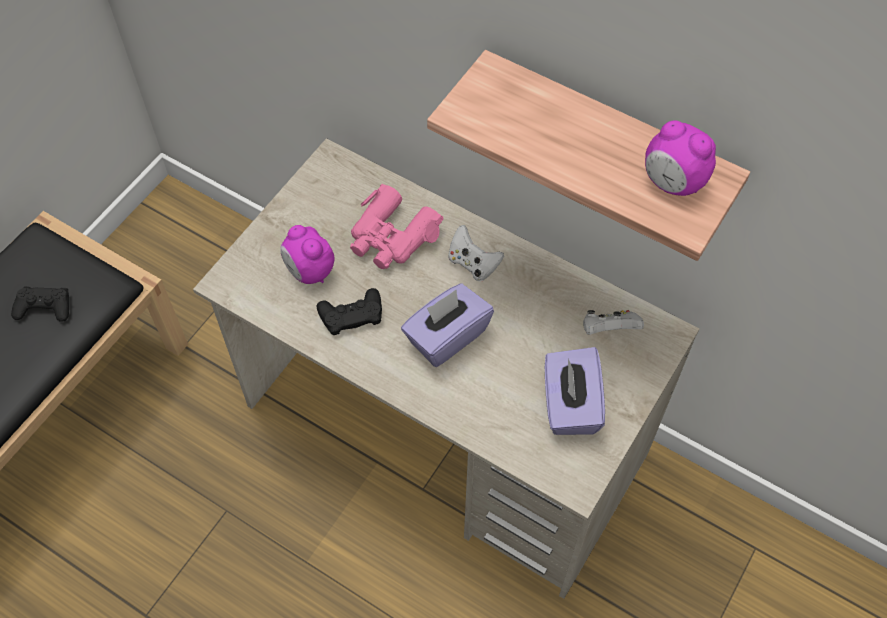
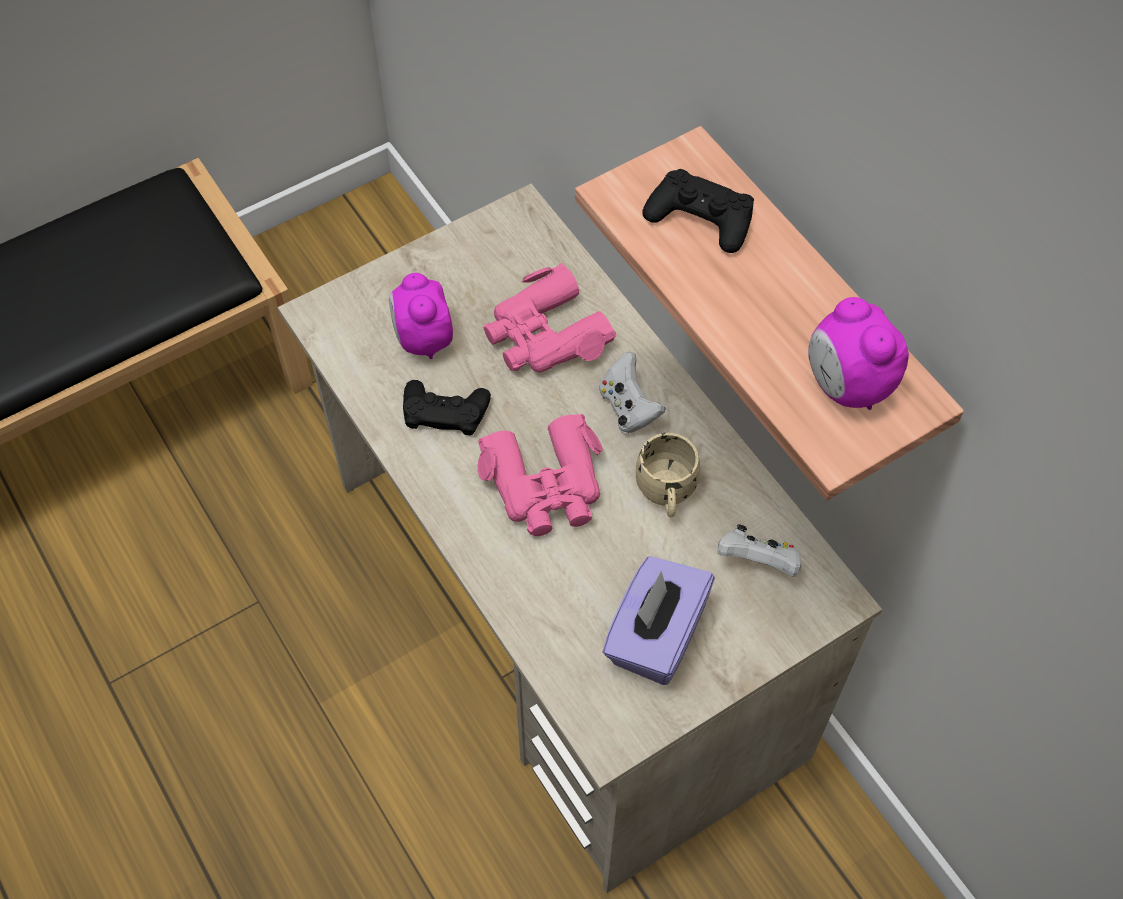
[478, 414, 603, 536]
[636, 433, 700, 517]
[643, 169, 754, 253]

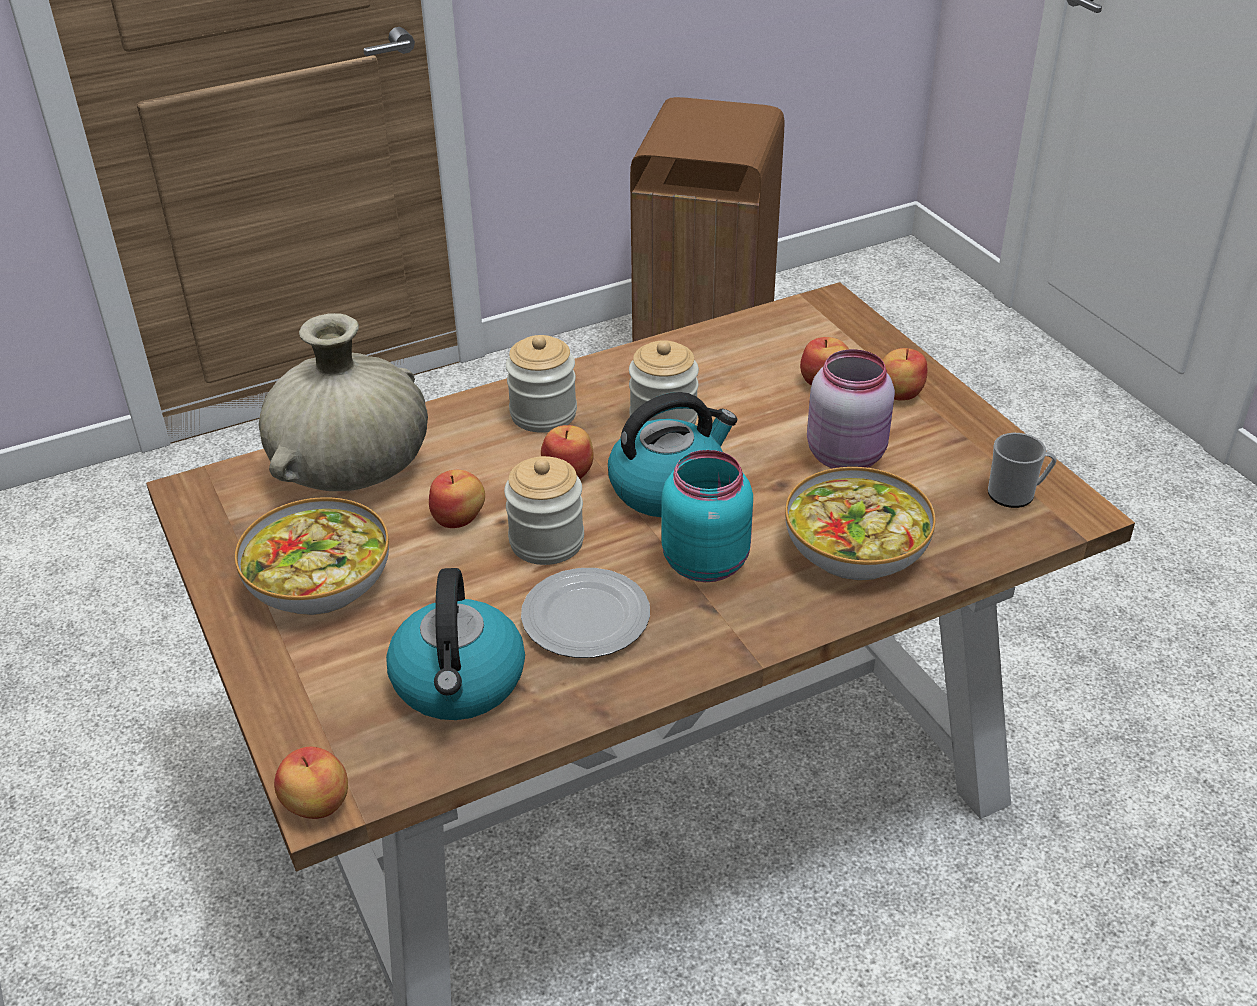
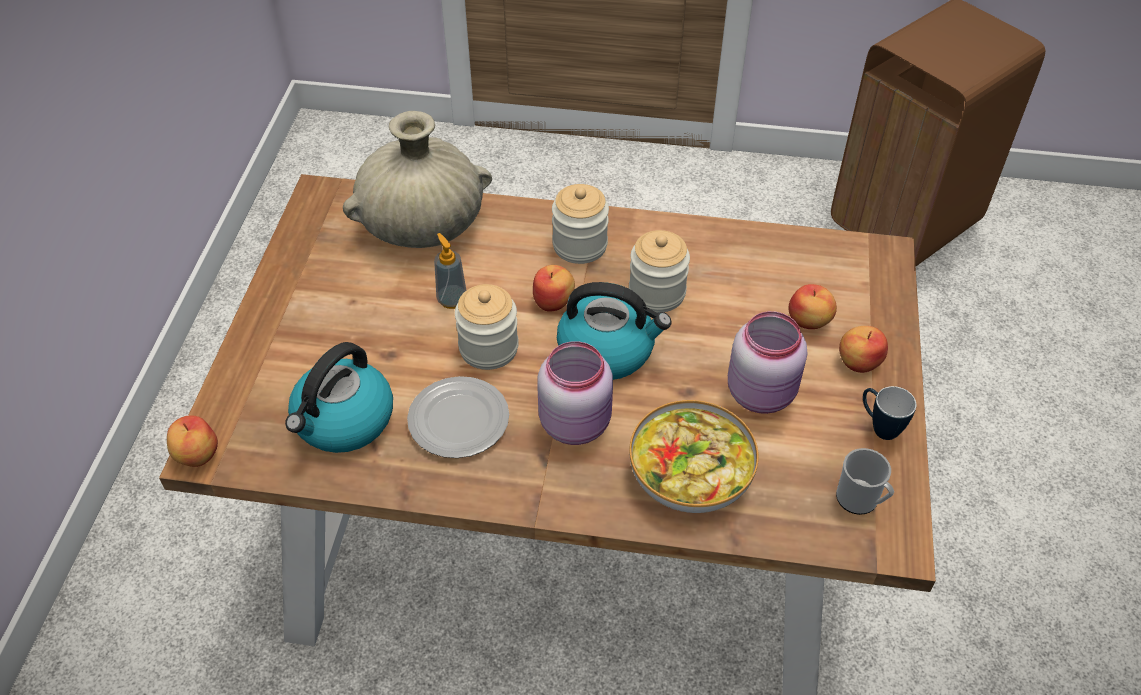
[434, 233, 466, 309]
[537, 341, 613, 445]
[863, 386, 916, 440]
[235, 497, 389, 615] (first image)

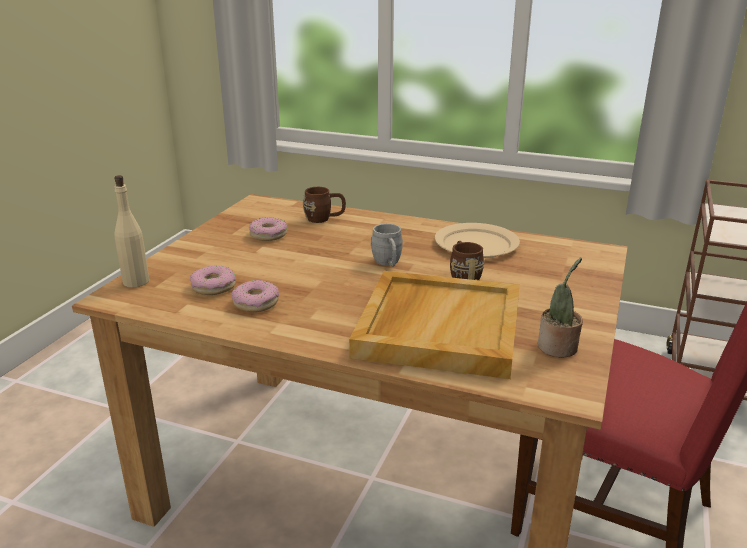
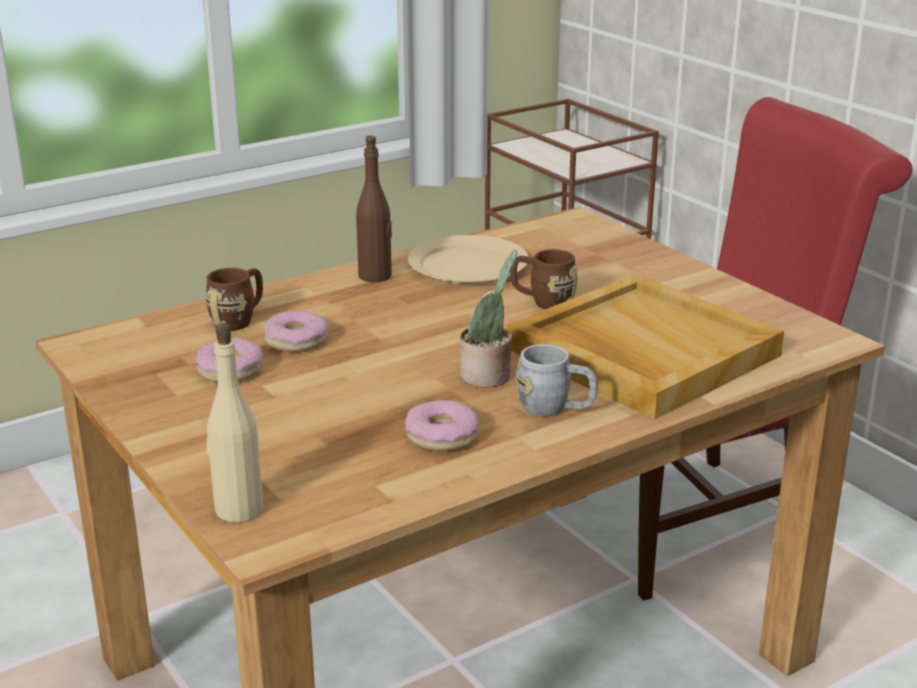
[264, 310, 329, 352]
[356, 136, 392, 282]
[460, 250, 517, 388]
[516, 344, 598, 417]

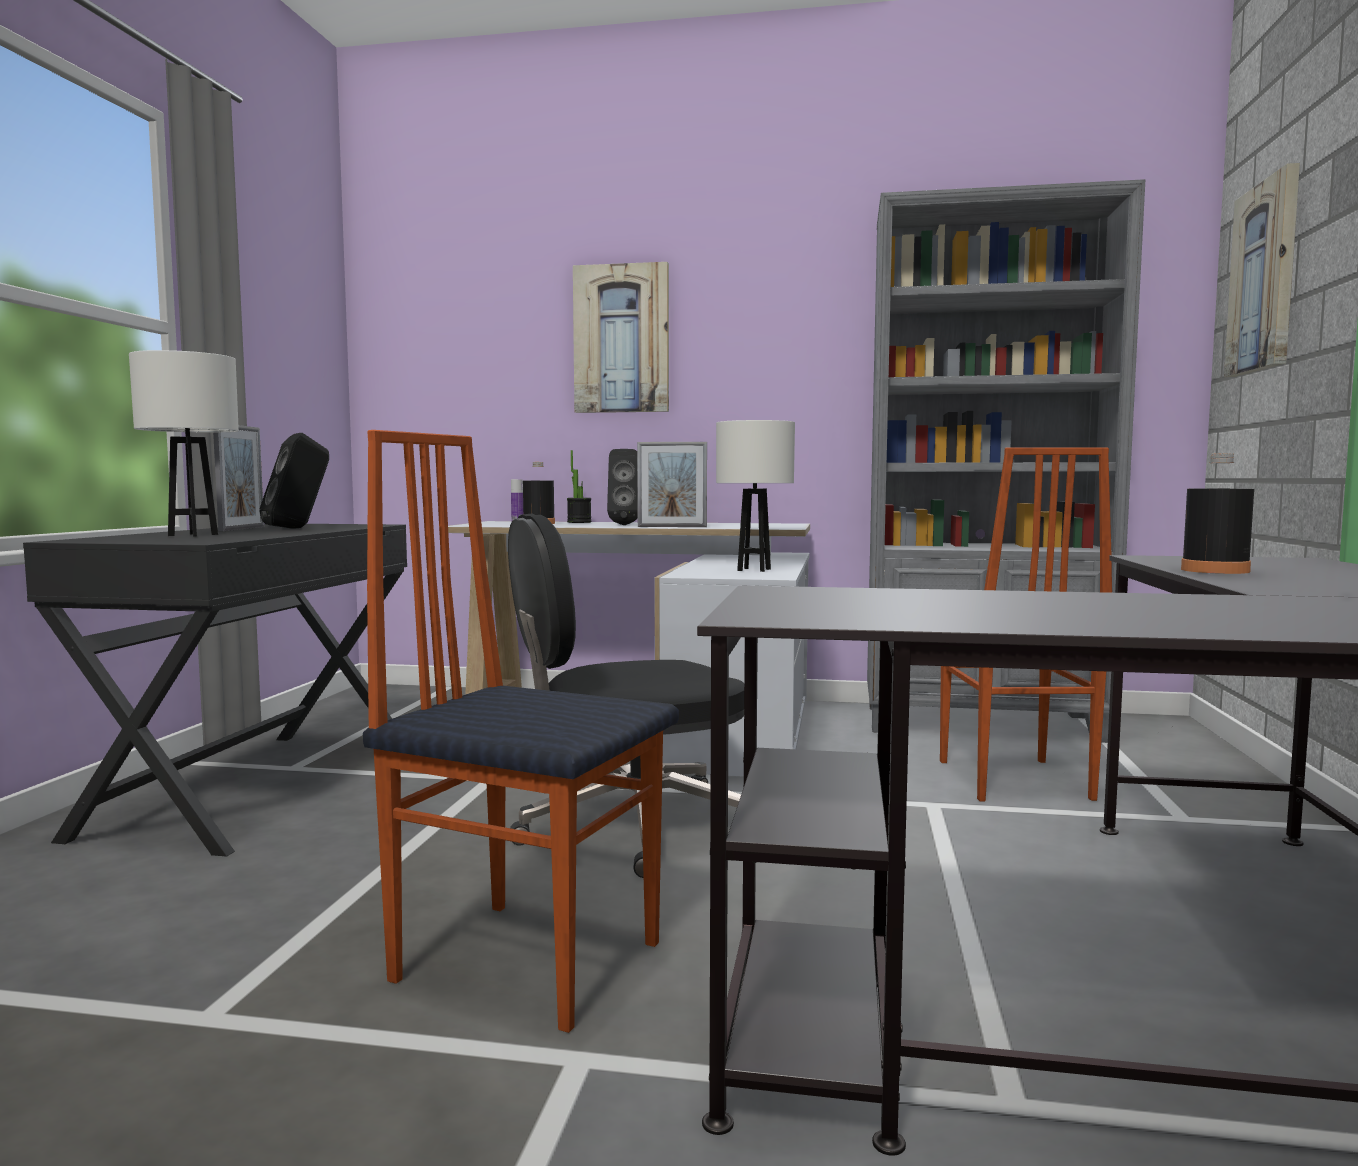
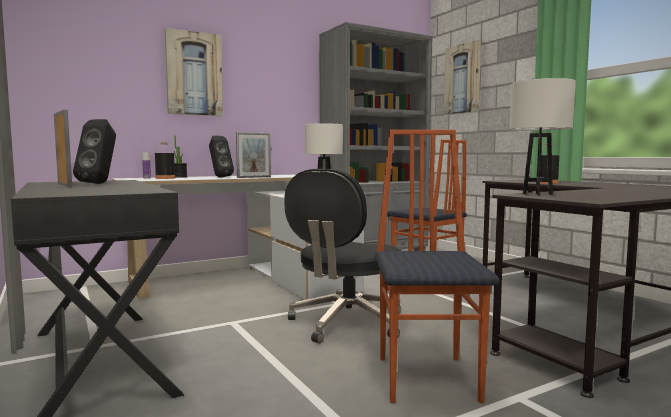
[375, 130, 499, 403]
[510, 78, 576, 196]

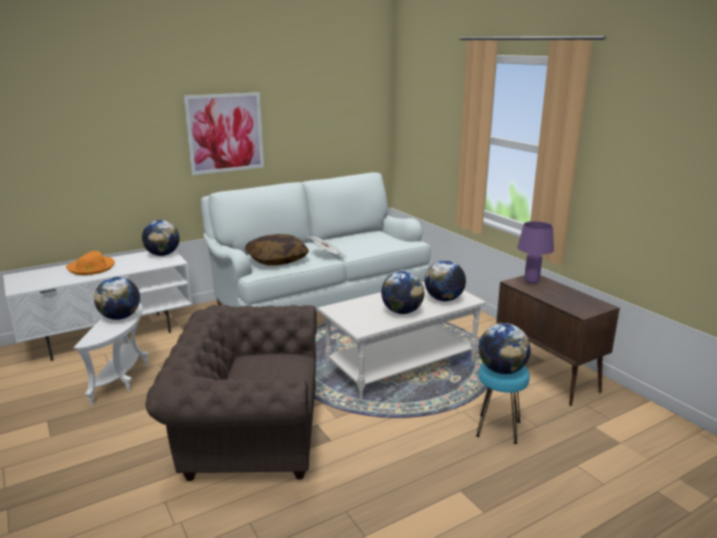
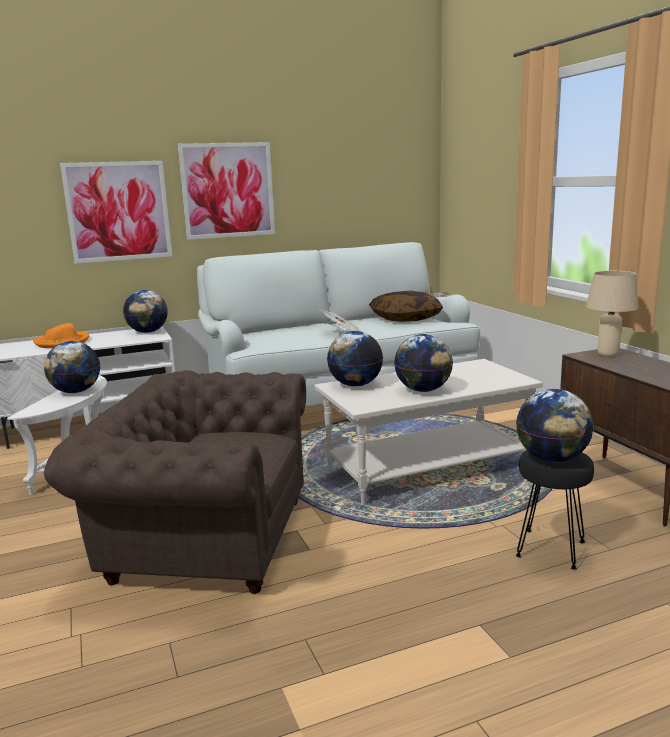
[60, 161, 172, 264]
[327, 331, 383, 386]
[369, 291, 443, 322]
[516, 450, 594, 570]
[586, 271, 639, 357]

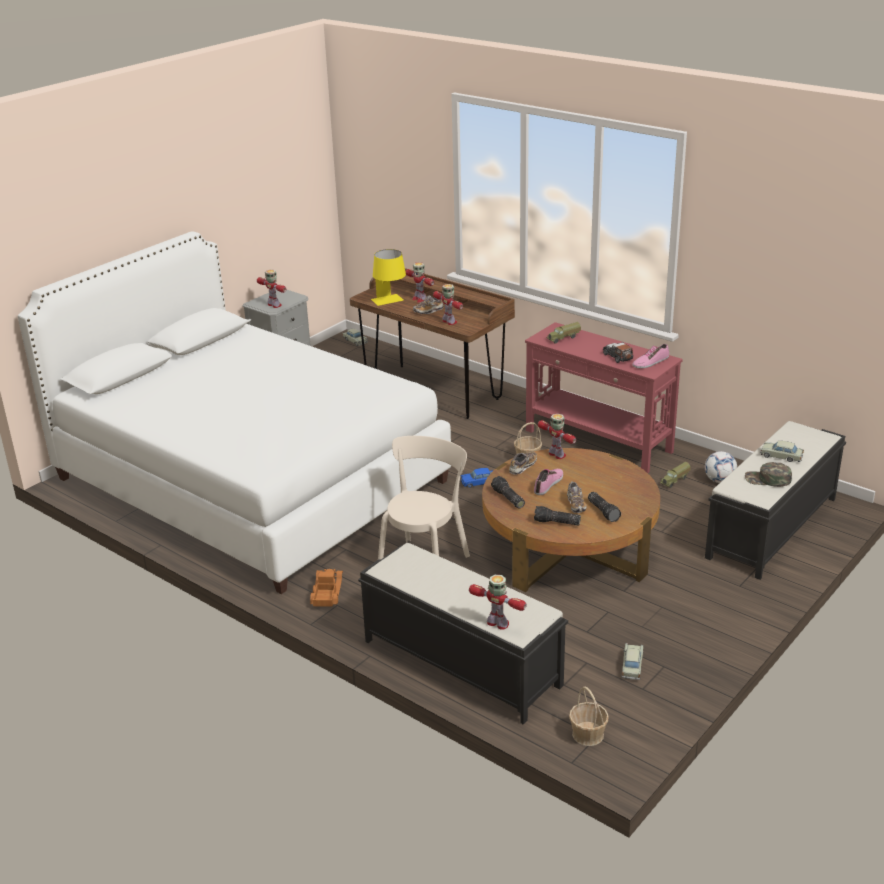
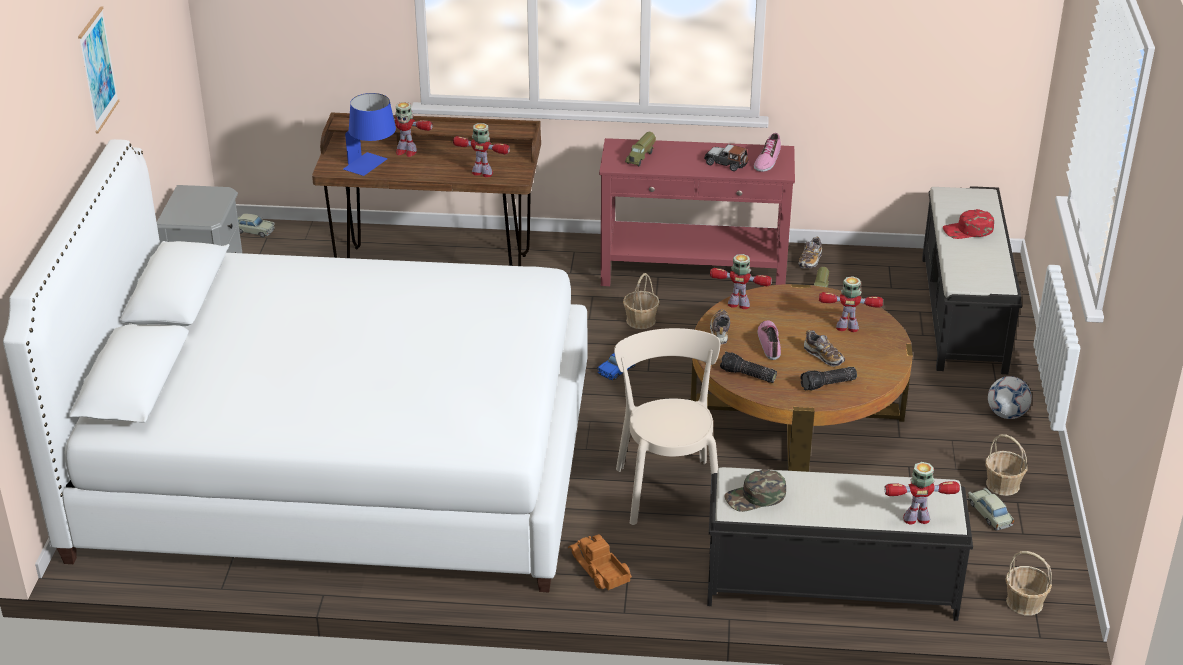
[78, 6, 119, 133]
[343, 93, 396, 176]
[725, 469, 786, 512]
[799, 237, 822, 268]
[819, 276, 883, 332]
[943, 209, 994, 239]
[985, 434, 1027, 496]
[988, 376, 1032, 419]
[588, 492, 621, 522] (first image)

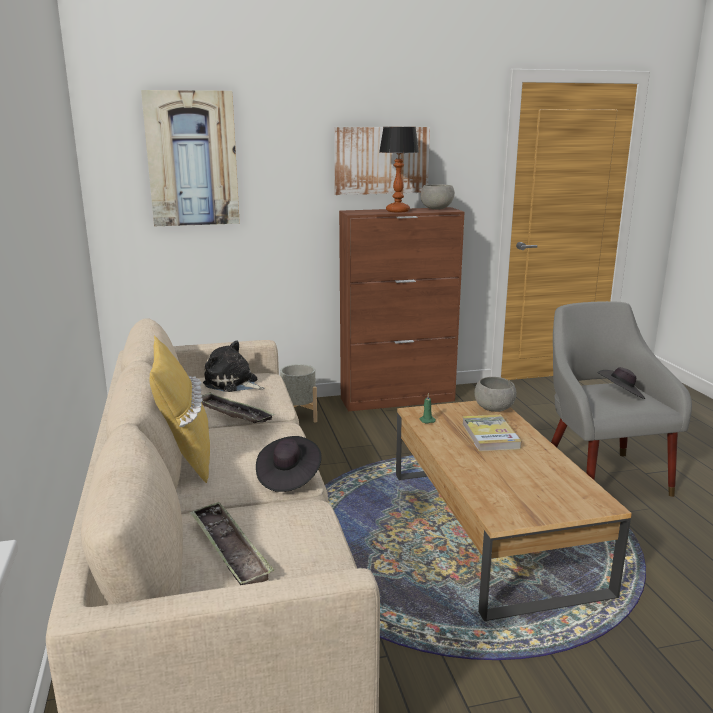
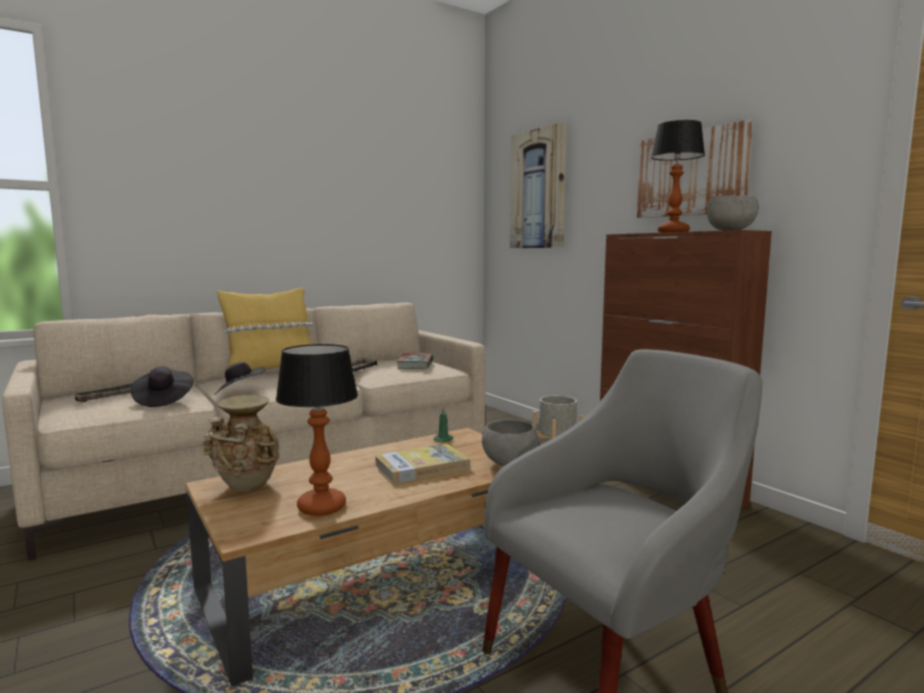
[131, 366, 193, 407]
[201, 395, 280, 492]
[276, 344, 358, 516]
[396, 353, 434, 369]

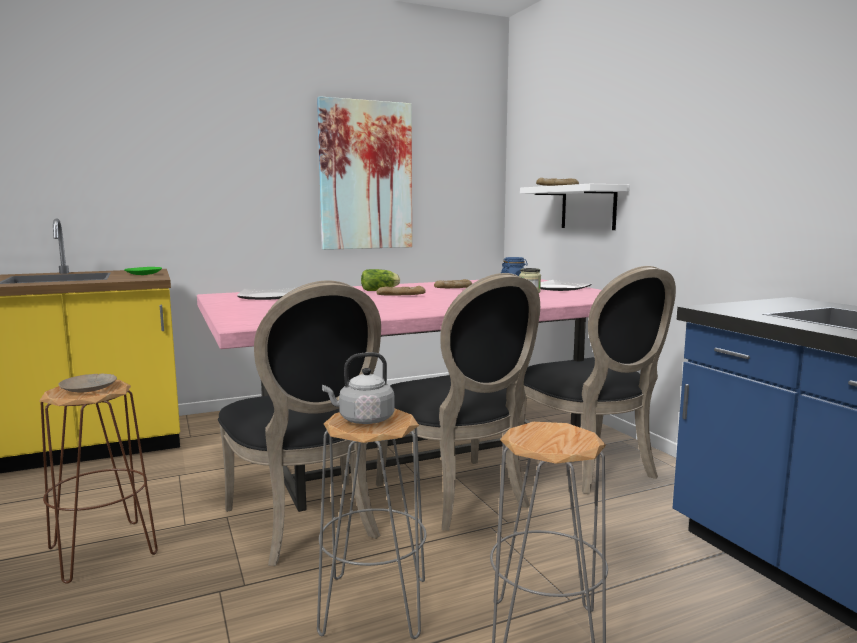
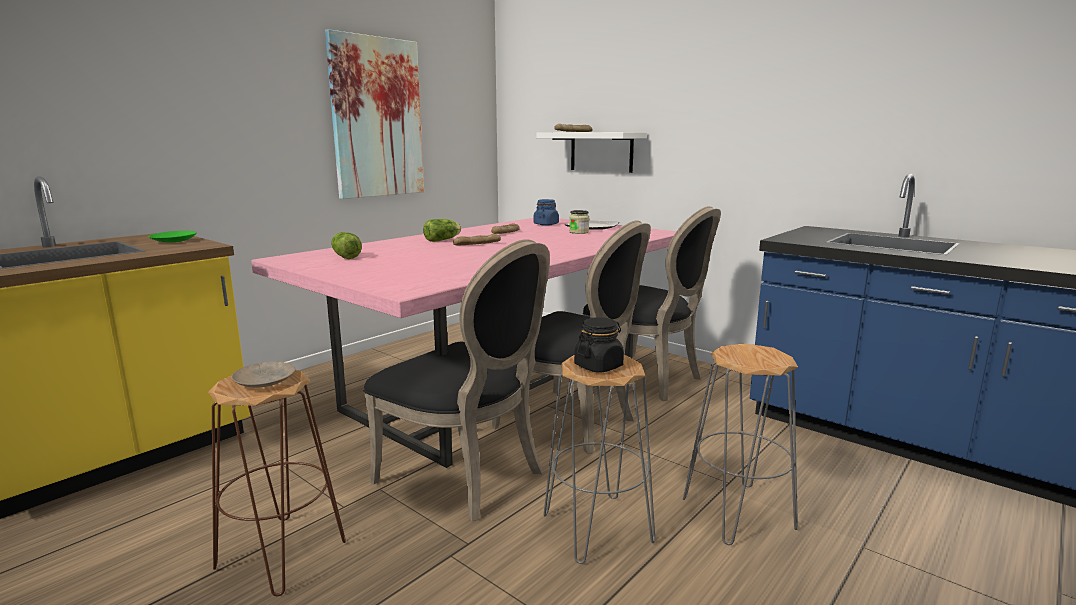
[331, 232, 362, 259]
[574, 317, 624, 373]

